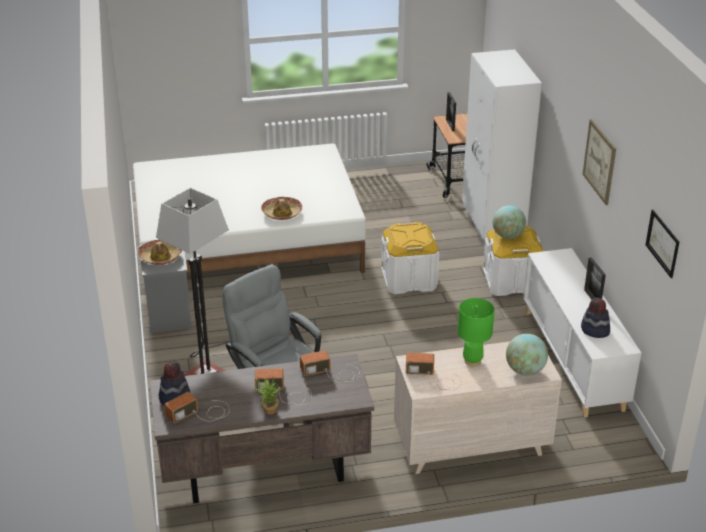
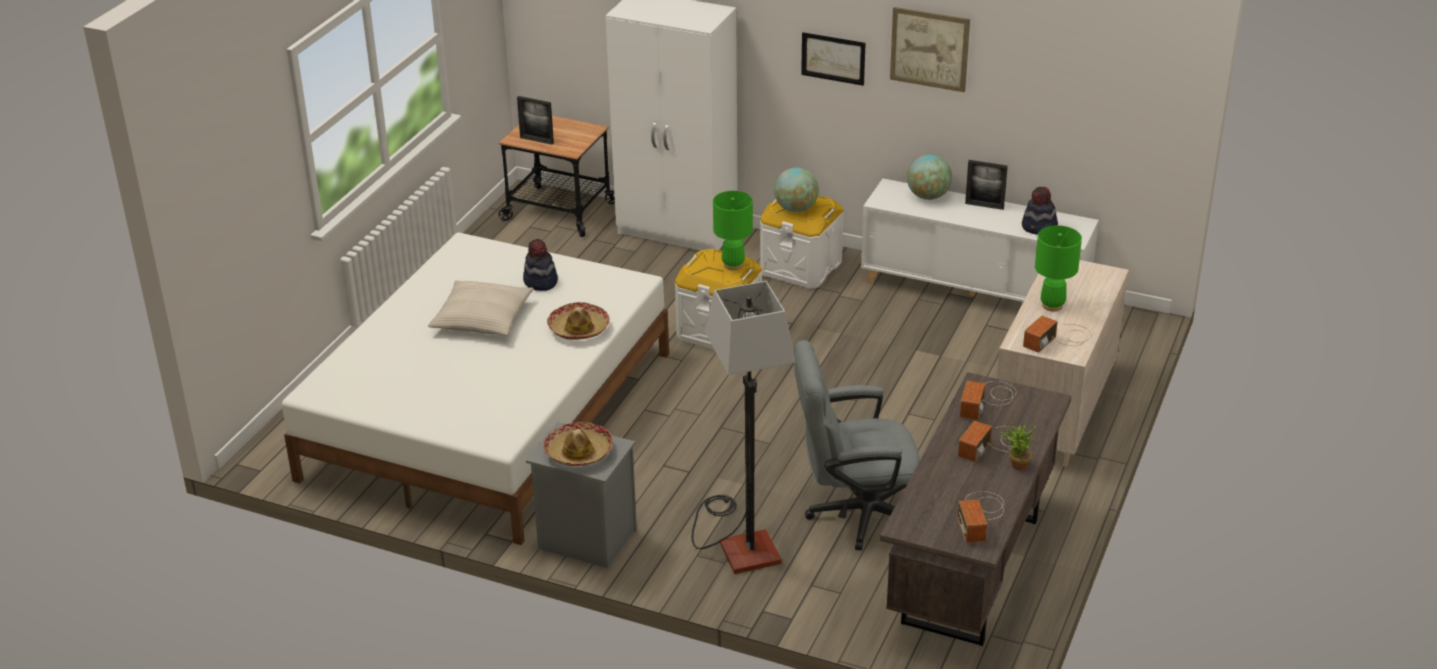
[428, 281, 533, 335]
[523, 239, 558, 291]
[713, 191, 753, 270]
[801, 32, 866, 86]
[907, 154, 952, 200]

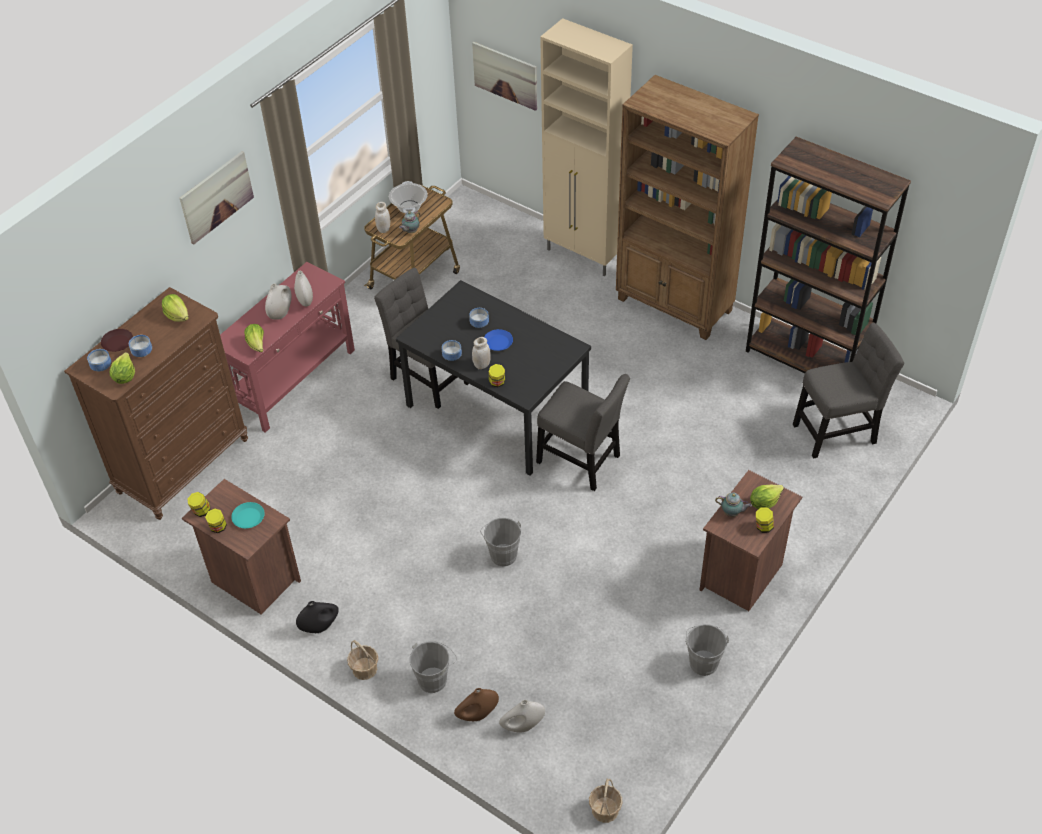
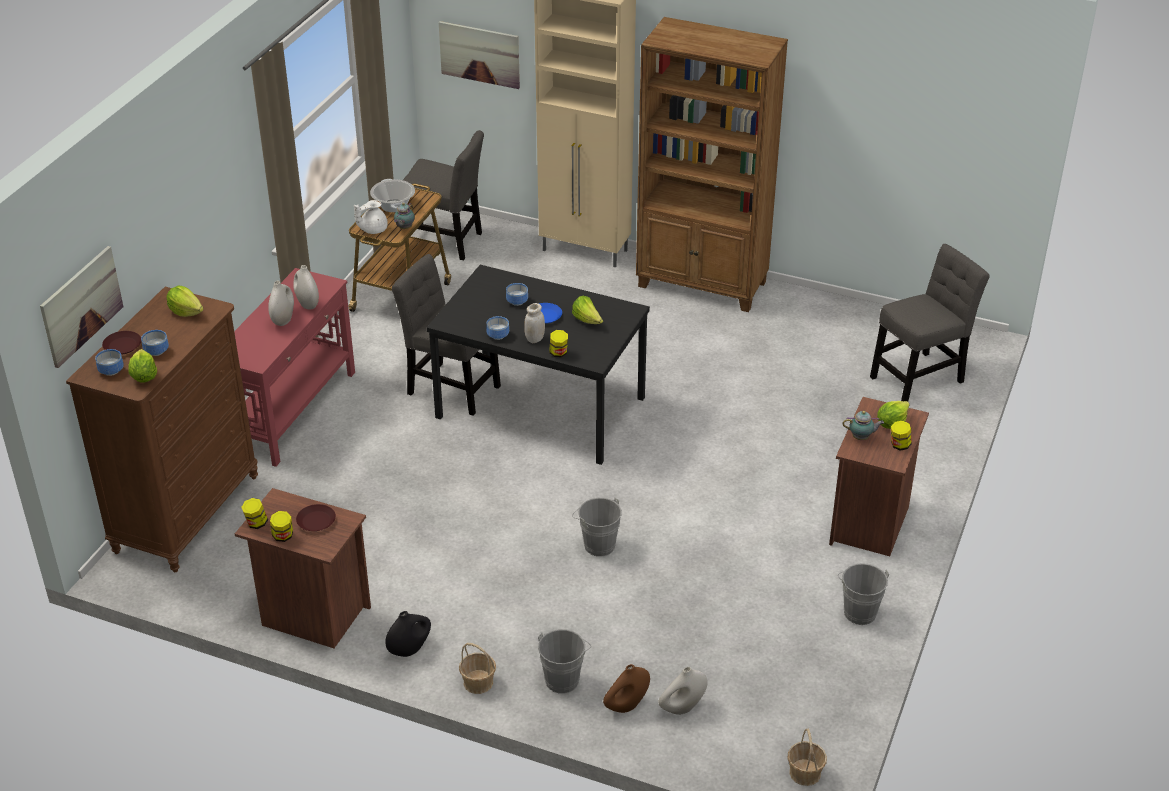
[40, 246, 123, 368]
[296, 504, 336, 531]
[354, 200, 388, 234]
[403, 130, 484, 260]
[572, 296, 603, 324]
[746, 137, 911, 373] (first image)

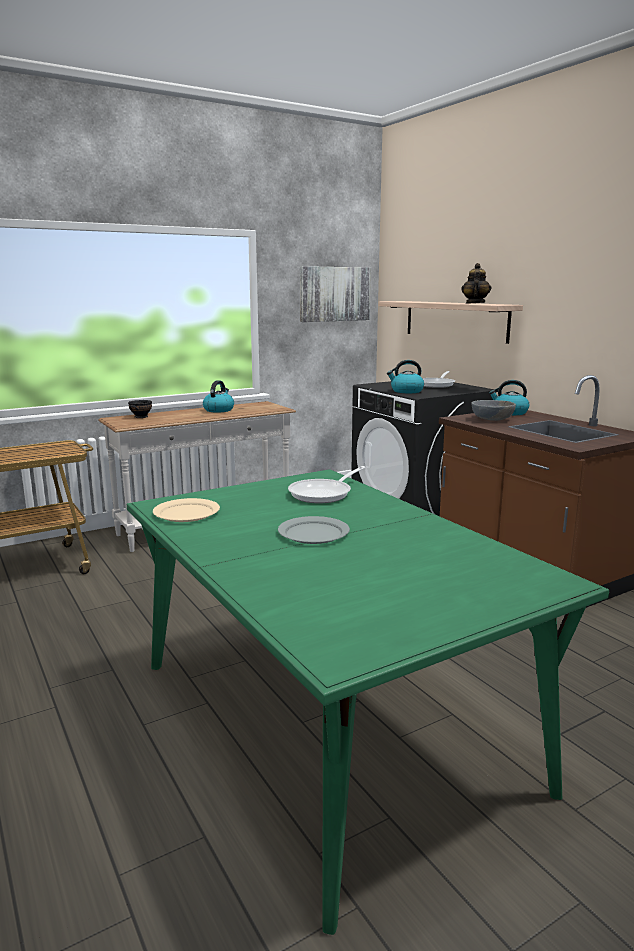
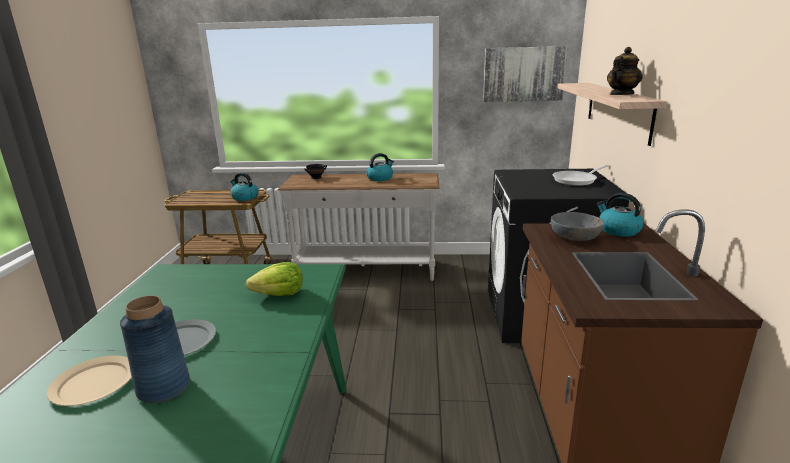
[47, 355, 132, 406]
[120, 296, 190, 403]
[230, 172, 259, 201]
[246, 262, 303, 296]

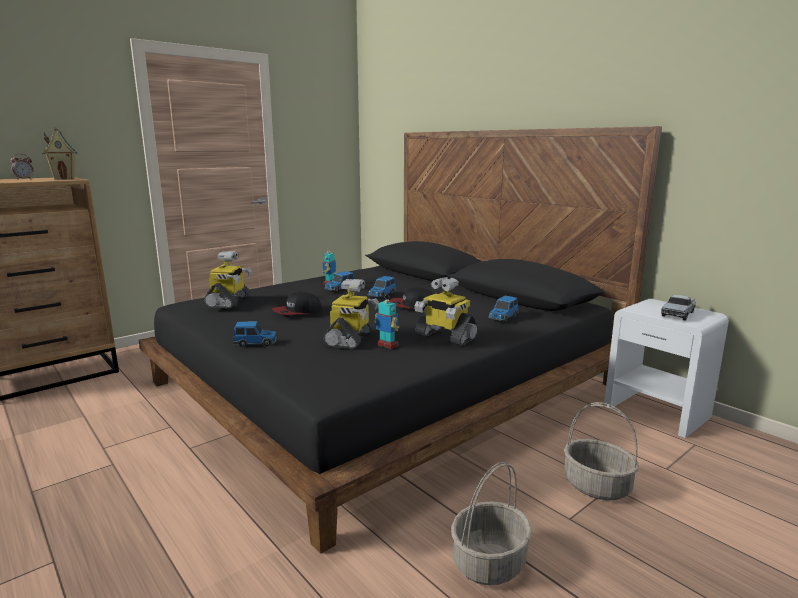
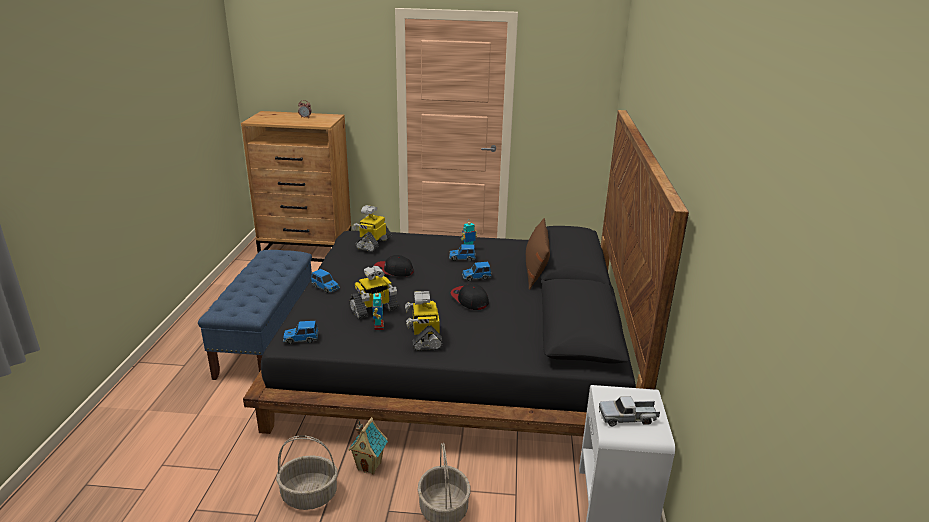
[198, 250, 312, 380]
[283, 321, 318, 344]
[349, 417, 388, 474]
[352, 205, 392, 252]
[526, 218, 550, 290]

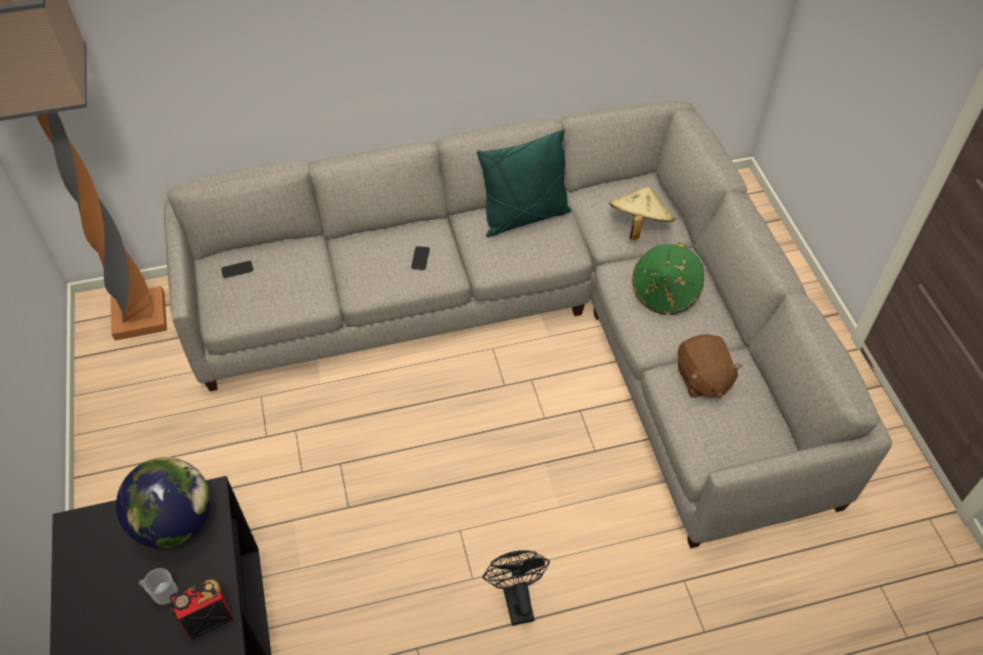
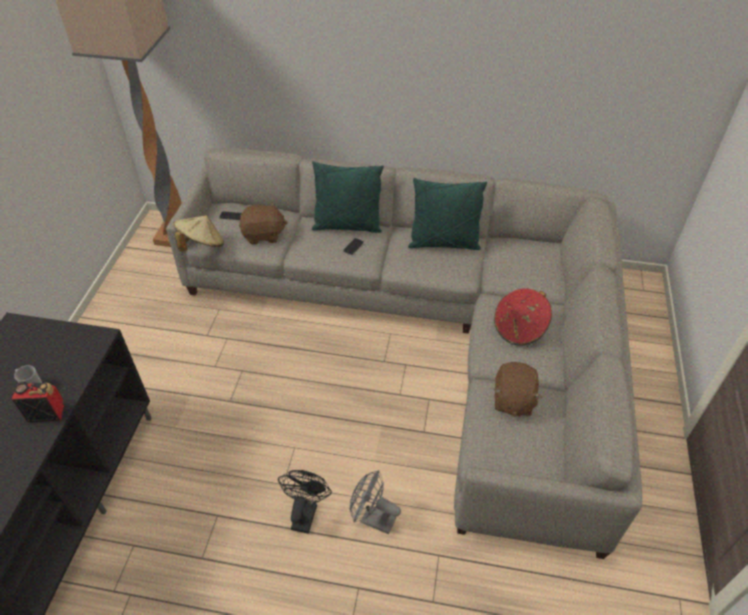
[173, 215, 224, 252]
[239, 202, 288, 244]
[312, 161, 384, 233]
[349, 470, 401, 534]
[494, 288, 552, 346]
[116, 457, 211, 548] (first image)

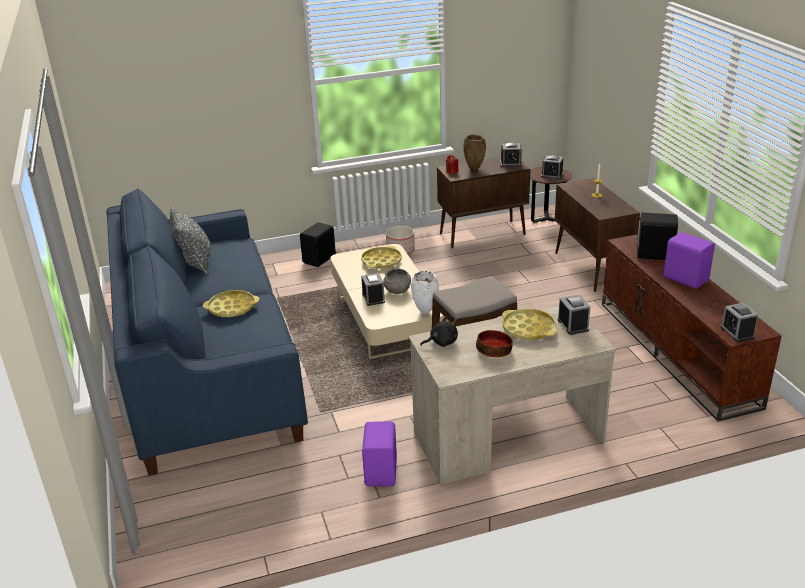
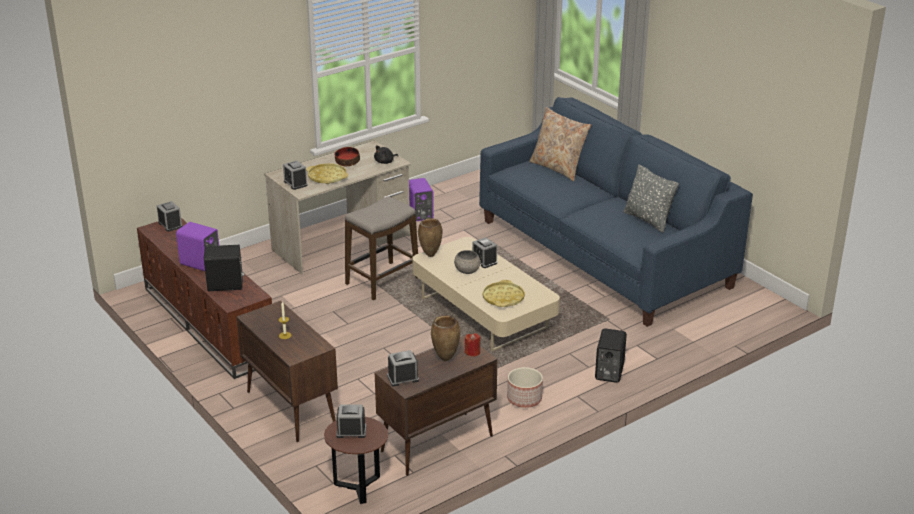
[418, 218, 443, 257]
[529, 107, 591, 181]
[203, 290, 259, 317] (first image)

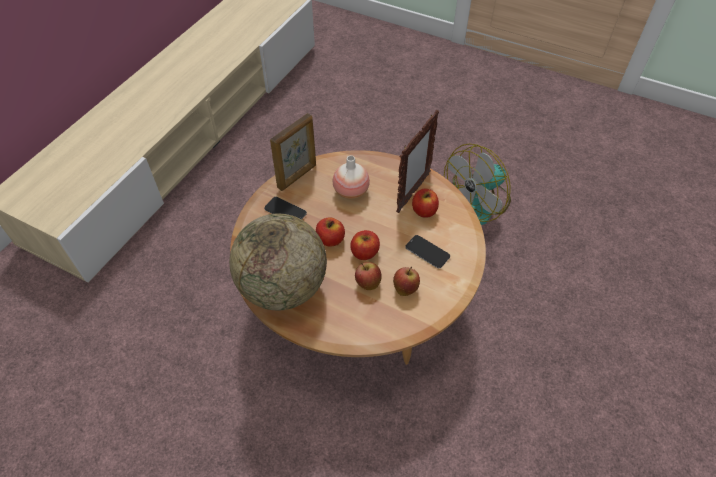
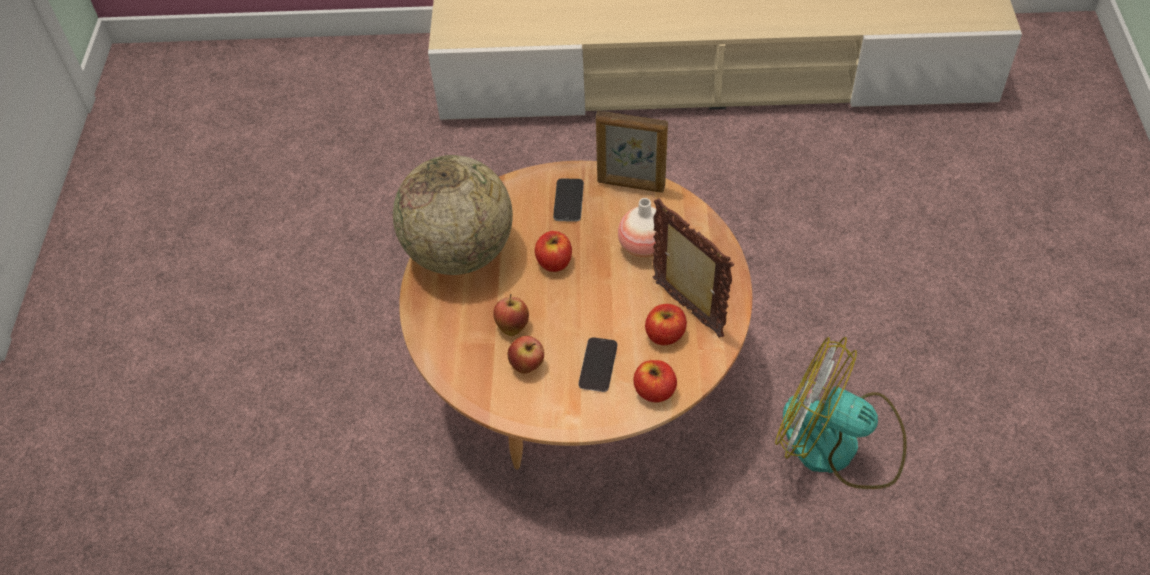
[633, 360, 677, 402]
[653, 198, 734, 338]

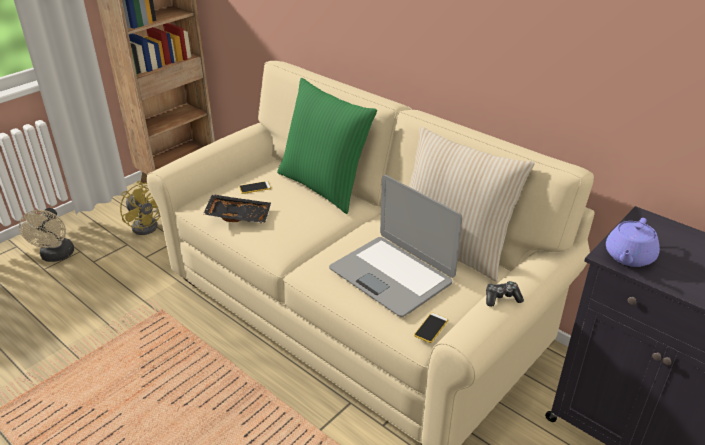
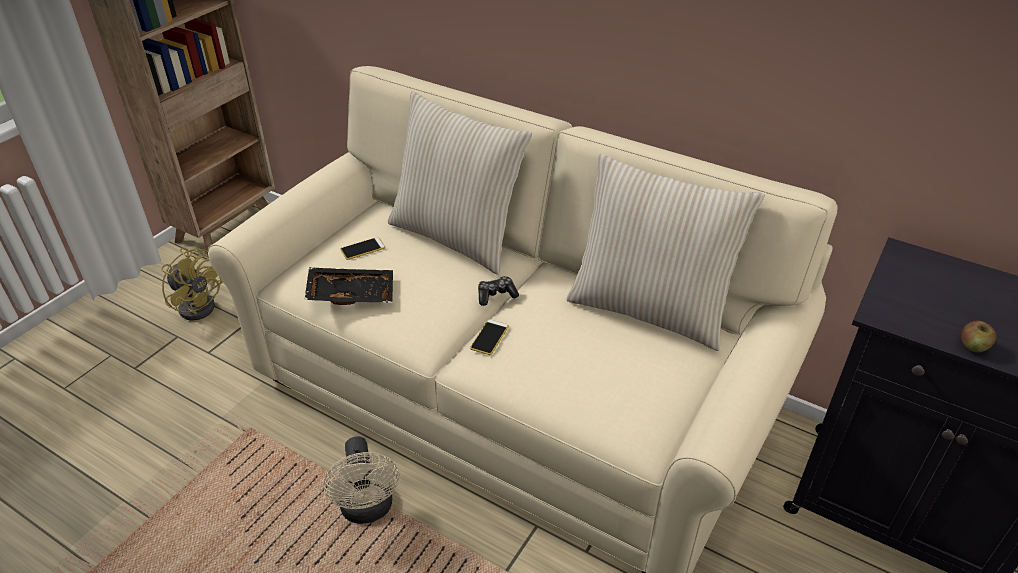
[323, 436, 399, 524]
[388, 91, 532, 275]
[470, 319, 509, 355]
[478, 276, 519, 306]
[961, 320, 996, 352]
[329, 175, 462, 317] (first image)
[606, 218, 660, 267] (first image)

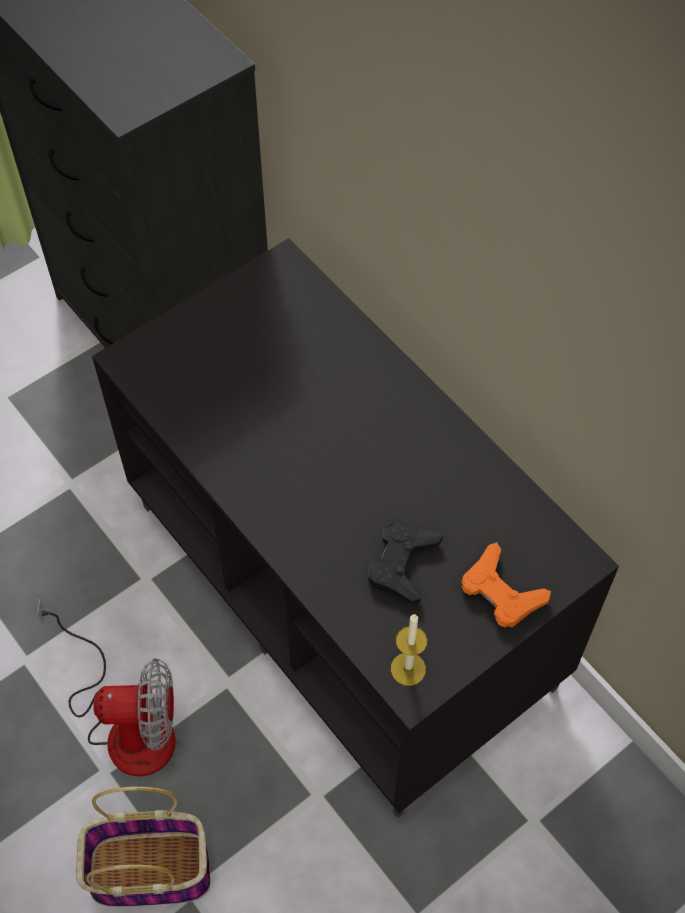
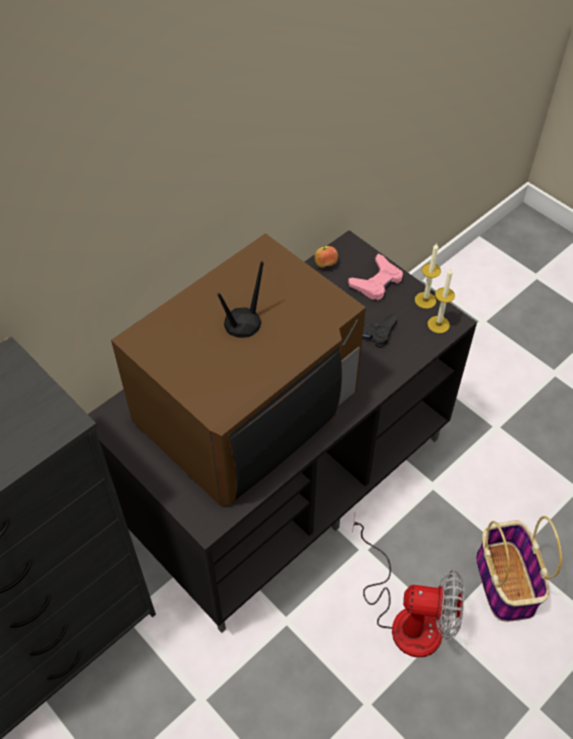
[111, 233, 366, 506]
[315, 246, 338, 268]
[348, 254, 403, 301]
[352, 514, 464, 657]
[415, 243, 441, 309]

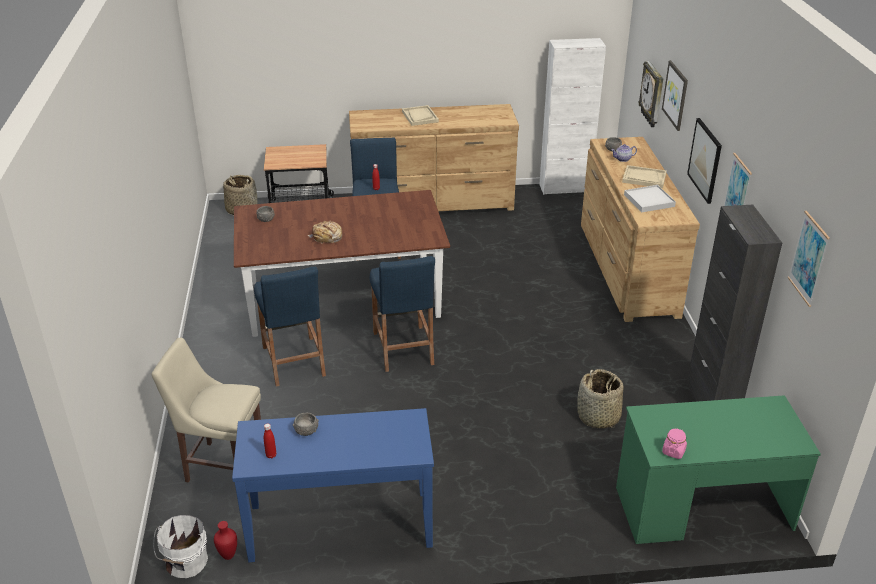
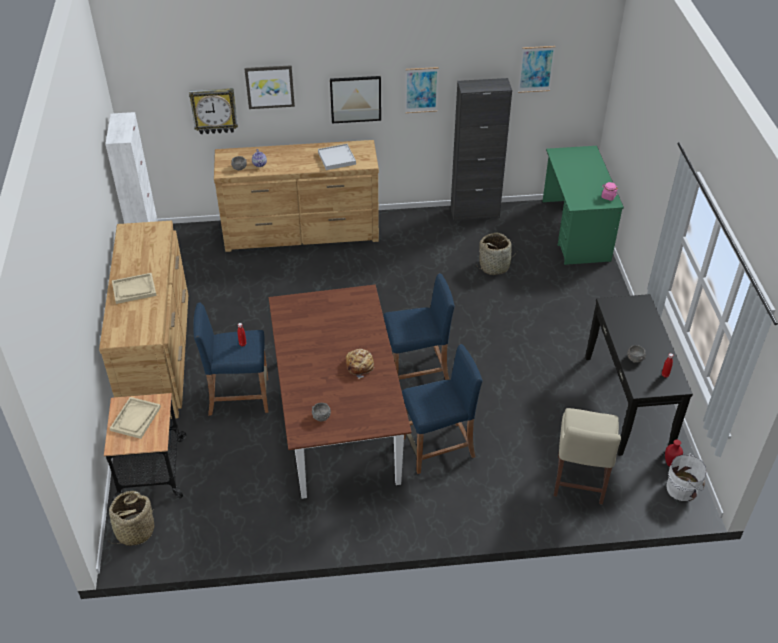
[110, 397, 161, 439]
[585, 294, 693, 456]

